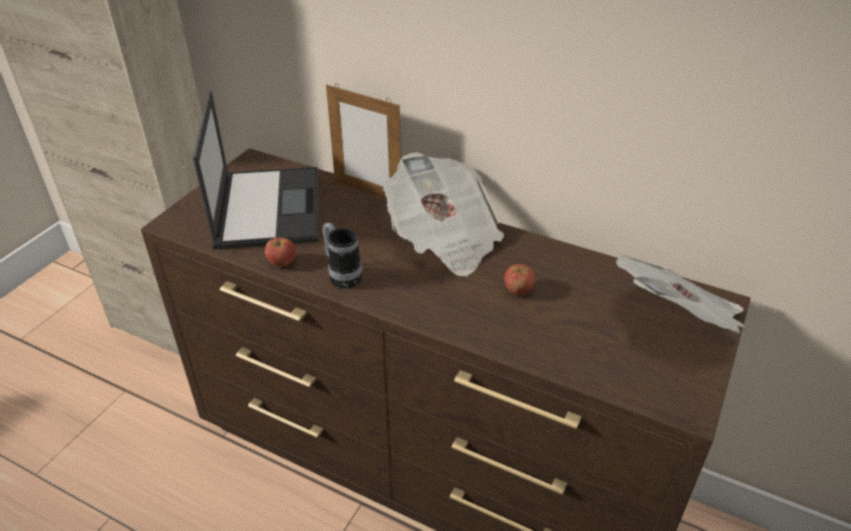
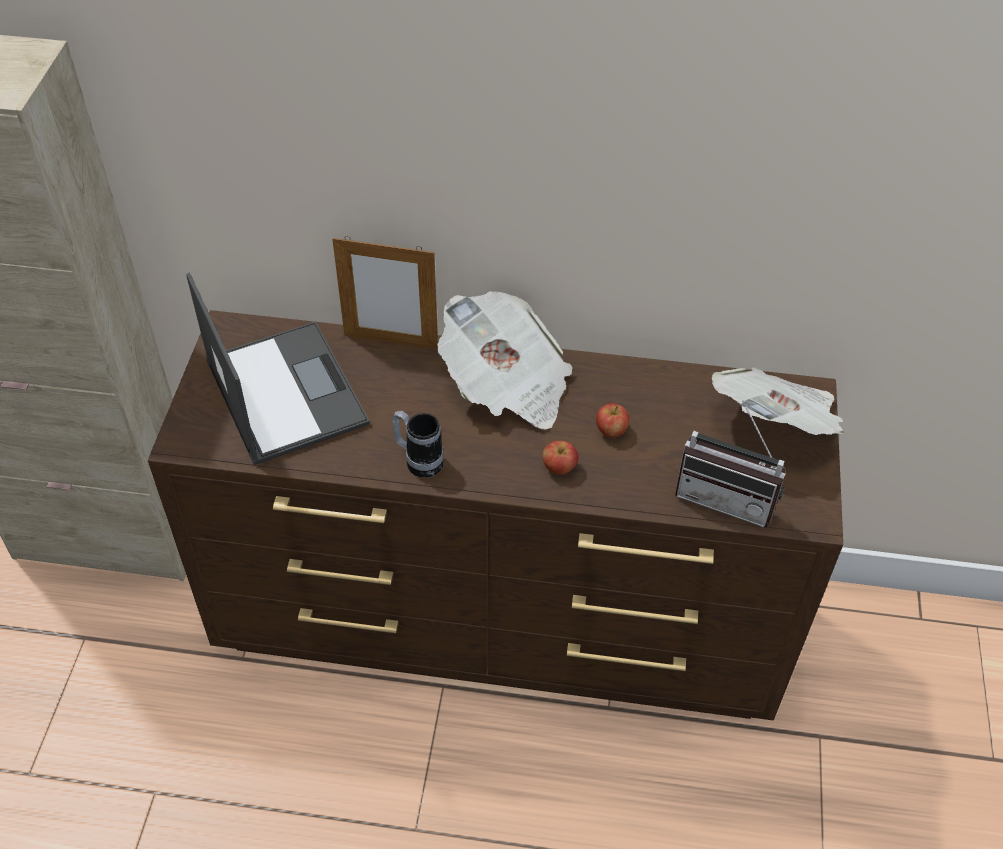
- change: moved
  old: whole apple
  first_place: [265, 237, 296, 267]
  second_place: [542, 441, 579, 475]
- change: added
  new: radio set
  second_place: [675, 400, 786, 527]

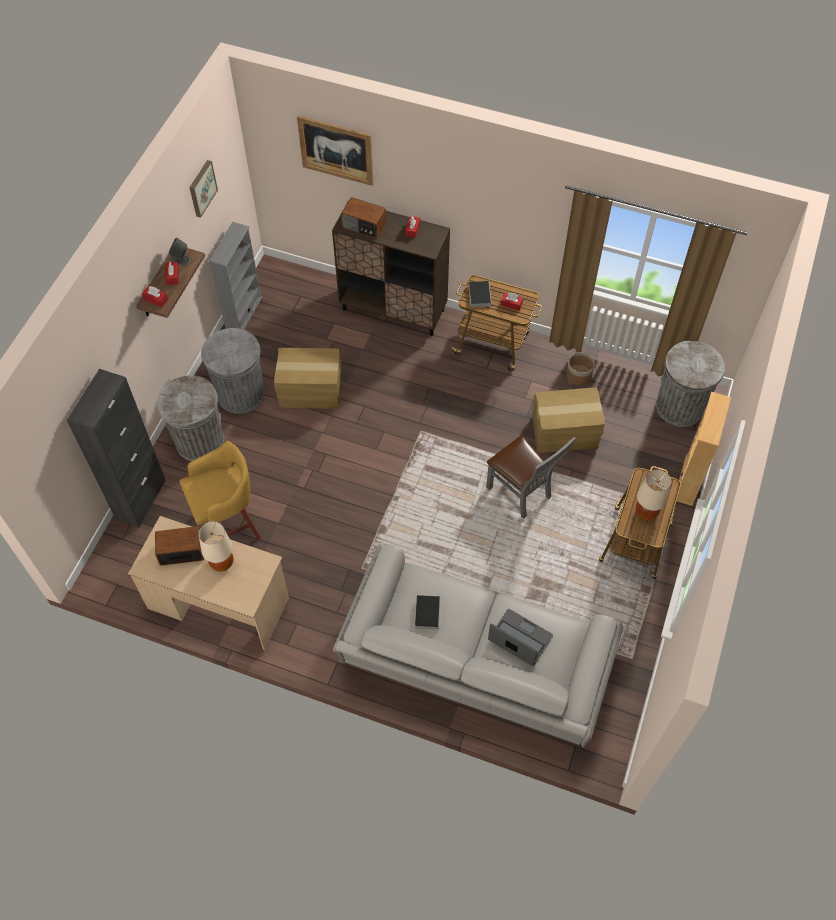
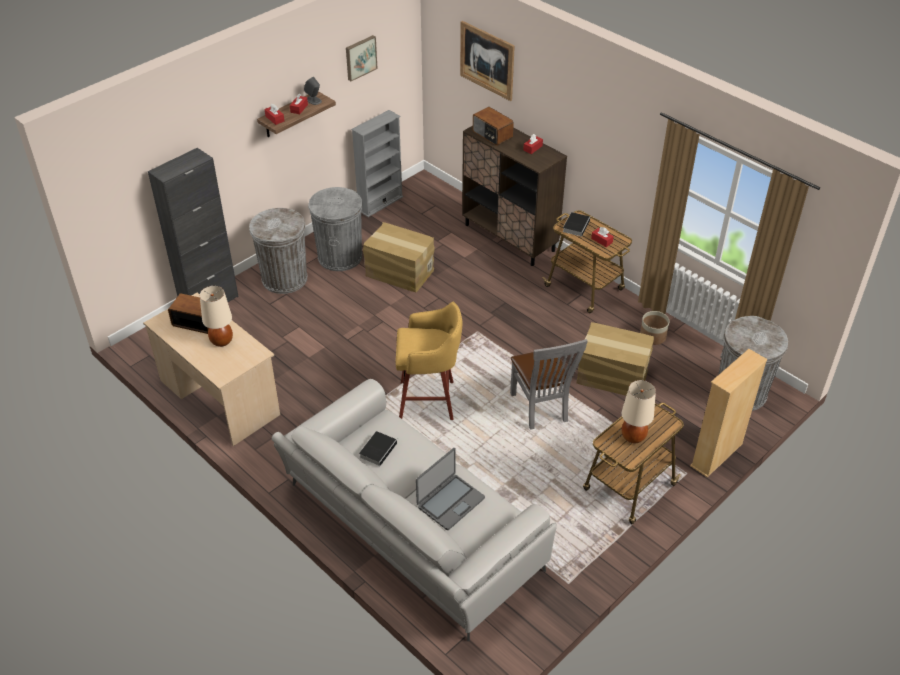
- change: moved
  old: stool seat (yellow)
  first_place: [179, 441, 261, 540]
  second_place: [396, 302, 462, 420]
- change: turned
  old: notebook computer
  first_place: [488, 609, 553, 666]
  second_place: [416, 448, 485, 530]
  degrees: 75

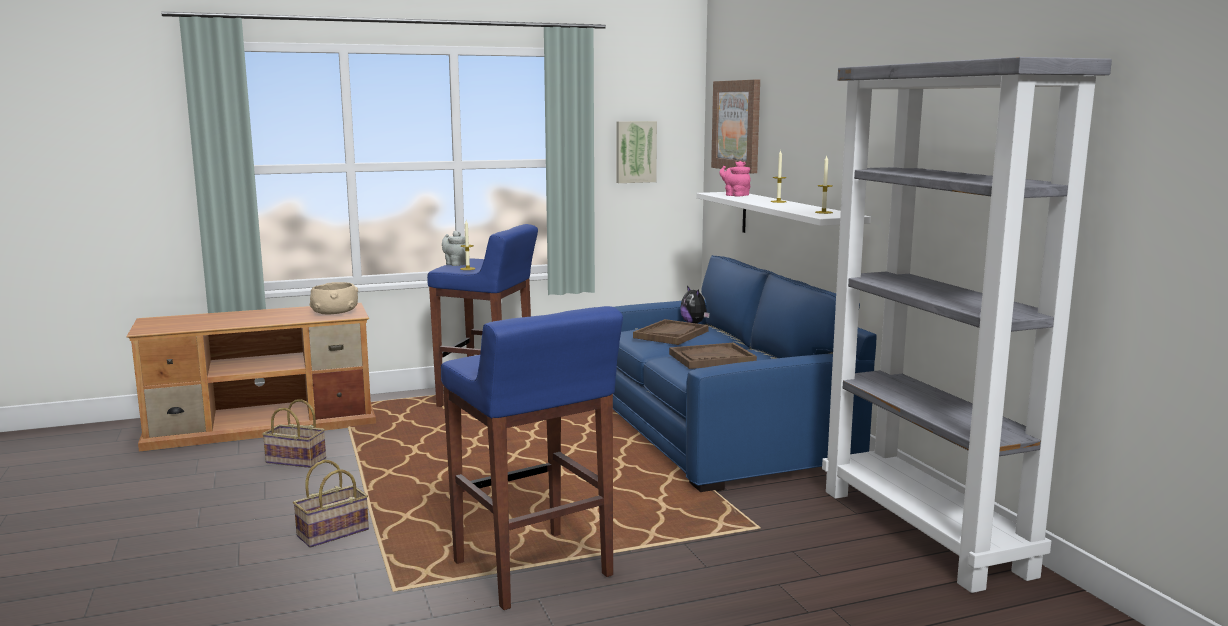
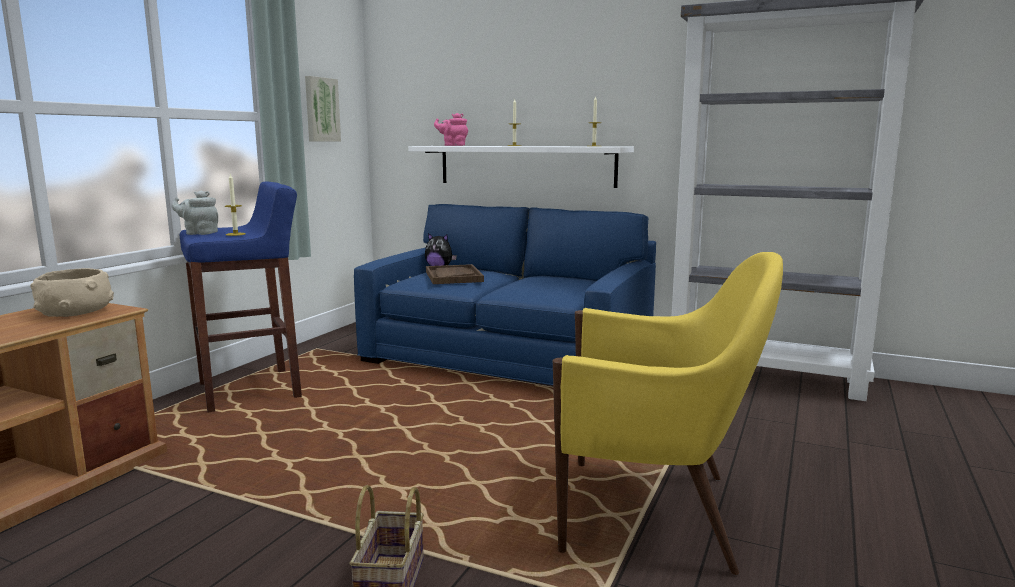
- change: removed
  old: basket
  first_place: [262, 399, 326, 468]
- change: replaced
  old: stool seat (blue-coloured)
  new: armchair (yellow)
  first_place: [441, 306, 623, 610]
  second_place: [553, 252, 783, 575]
- change: removed
  old: serving tray (brown)
  first_place: [669, 343, 757, 369]
- change: removed
  old: picture
  first_place: [711, 80, 760, 173]

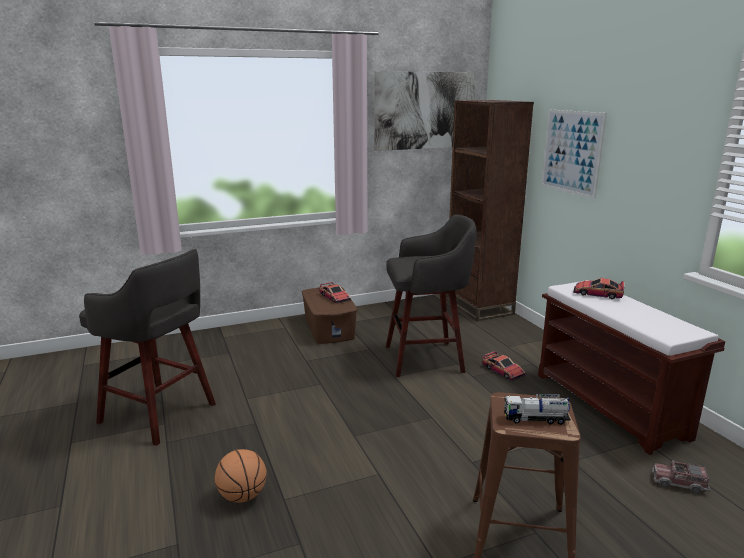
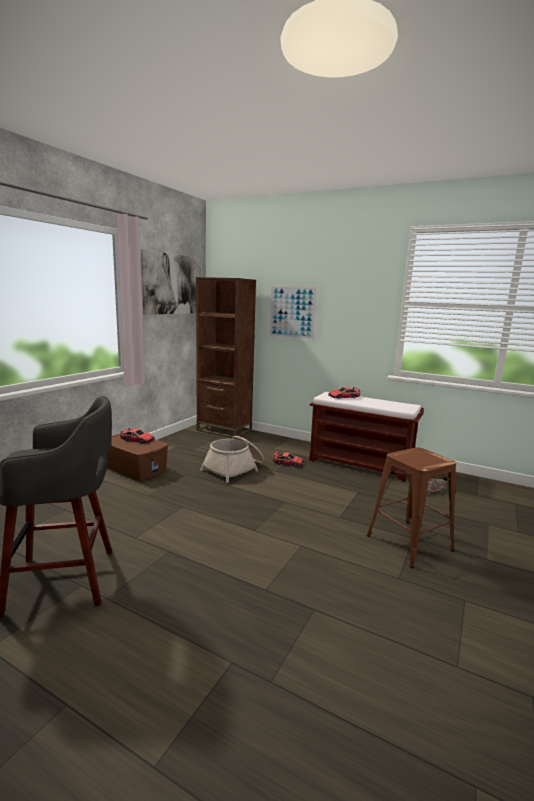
- change: removed
  old: ball for basketball
  first_place: [215, 449, 267, 503]
- change: replaced
  old: stool seat (grey)
  new: basket
  first_place: [386, 215, 477, 377]
  second_place: [200, 436, 264, 483]
- change: removed
  old: model truck
  first_place: [504, 394, 571, 425]

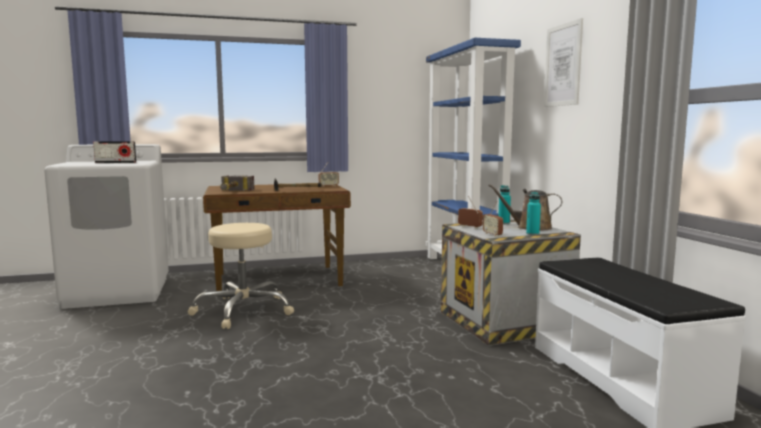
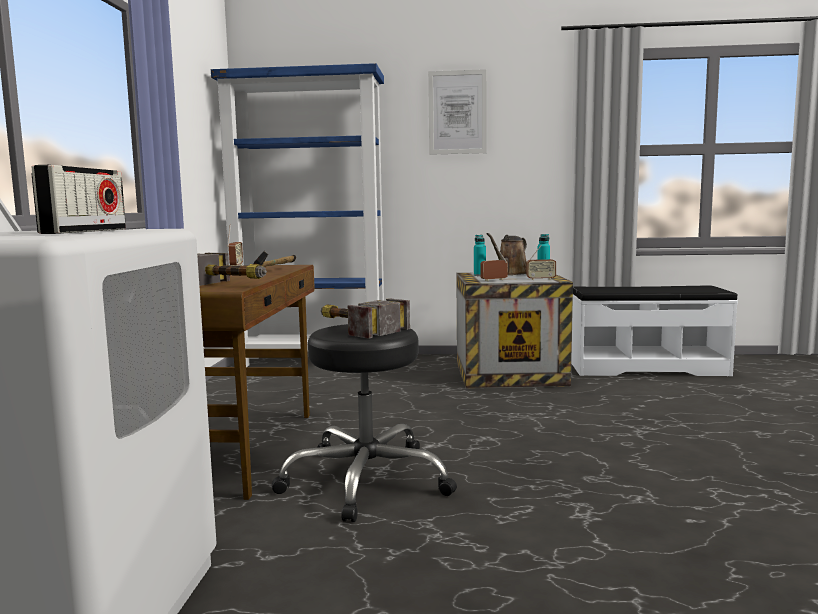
- change: recoloured
  old: stool seat (beige-coloured)
  new: stool seat (black-coloured)
  first_place: [188, 223, 294, 329]
  second_place: [272, 324, 457, 522]
- change: added
  new: hand hammer
  second_place: [321, 298, 410, 339]

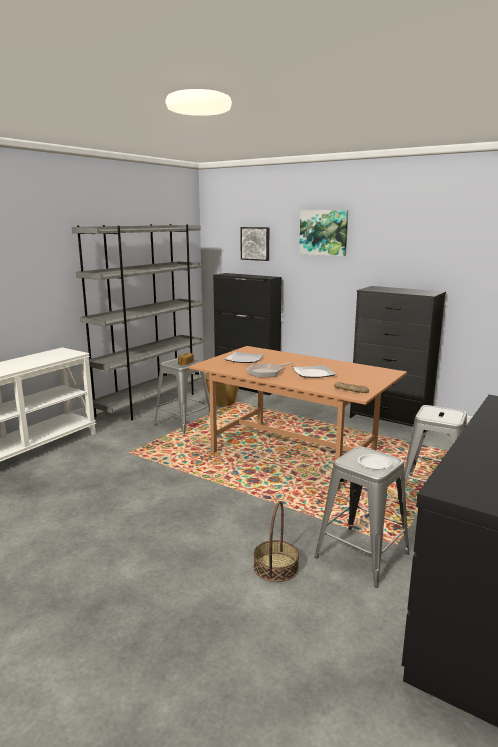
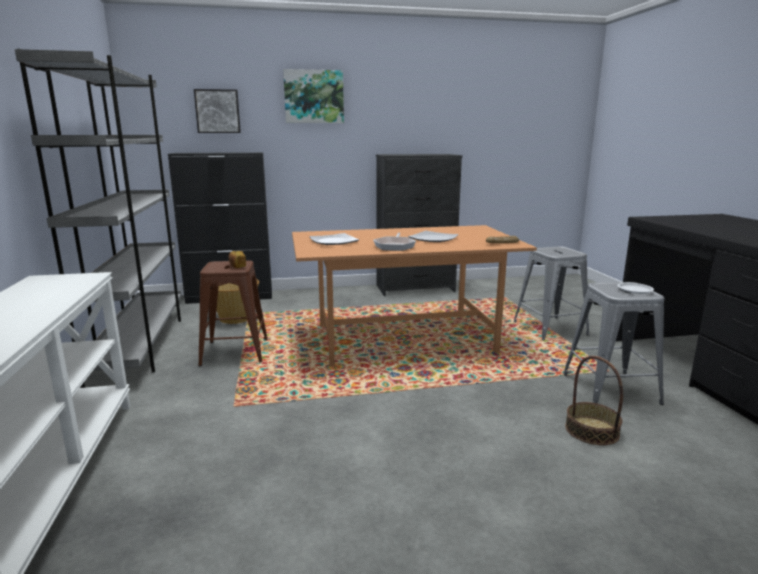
- change: recoloured
  old: stool seat (grey)
  new: stool seat (brown)
  first_place: [154, 358, 210, 435]
  second_place: [198, 260, 267, 366]

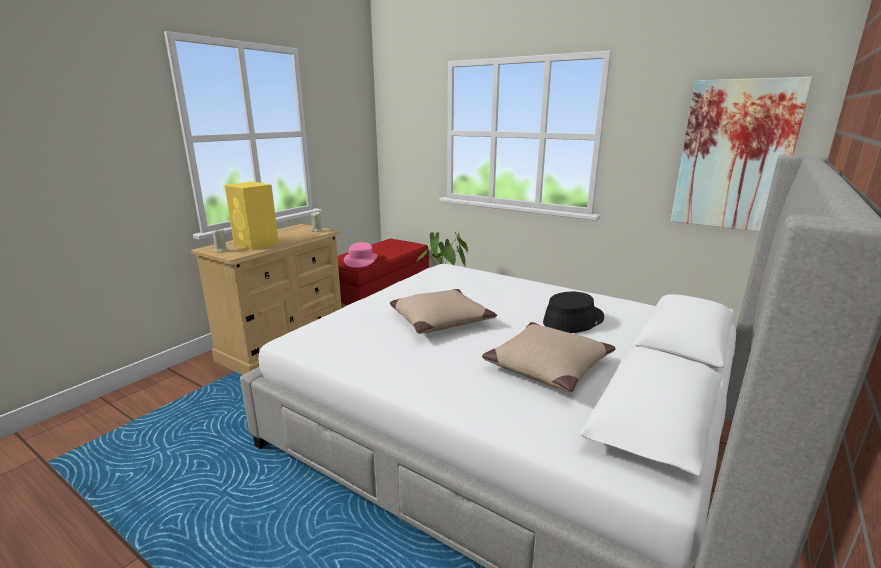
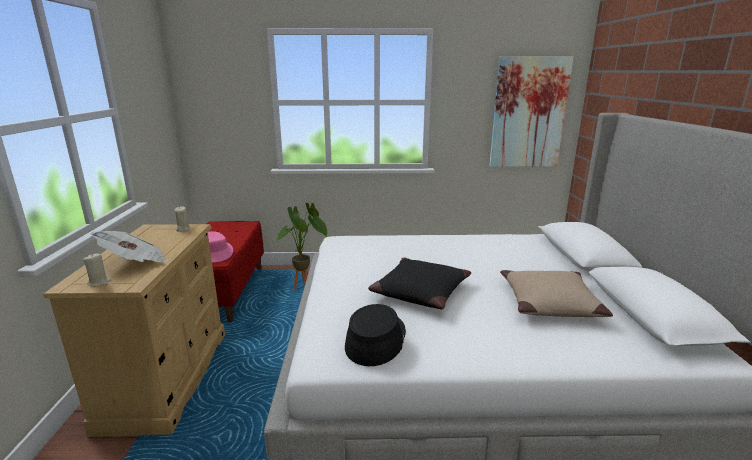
- change: replaced
  old: speaker (yellow)
  new: printed paper
  first_place: [225, 182, 279, 250]
  second_place: [91, 231, 168, 262]
- change: recoloured
  old: pillow (beige-coloured)
  new: pillow (black-coloured)
  first_place: [390, 289, 497, 334]
  second_place: [368, 258, 471, 309]
- change: moved
  old: clothing hat (black-coloured)
  first_place: [543, 292, 604, 333]
  second_place: [345, 304, 406, 366]

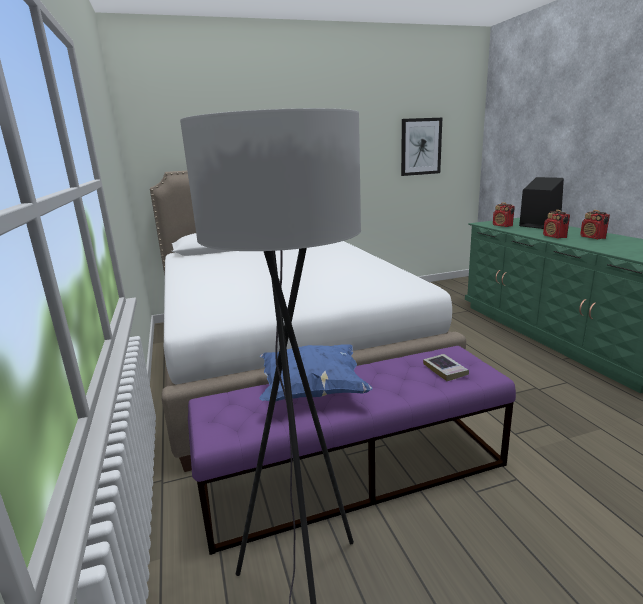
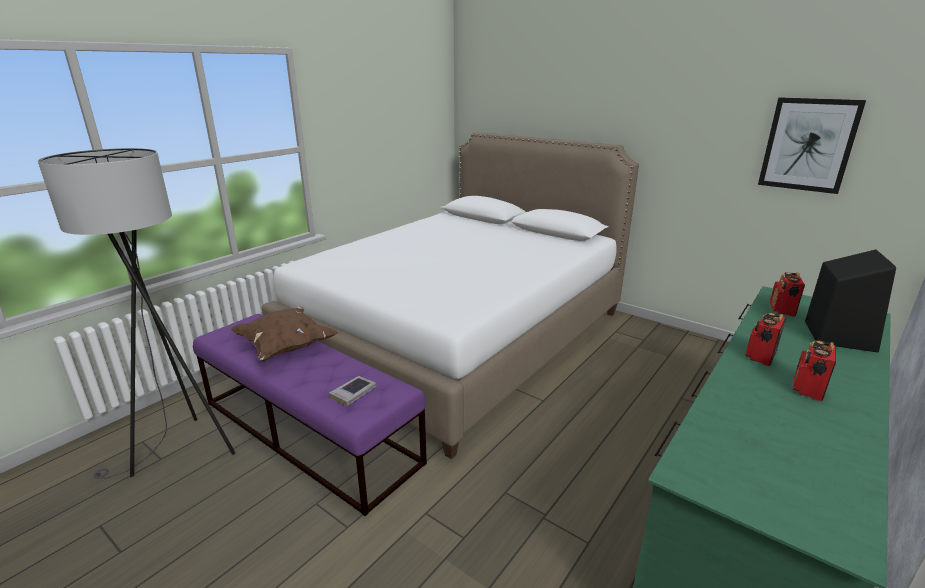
- change: recoloured
  old: pillow (blue-coloured)
  new: pillow (brown)
  first_place: [259, 344, 372, 401]
  second_place: [231, 306, 338, 362]

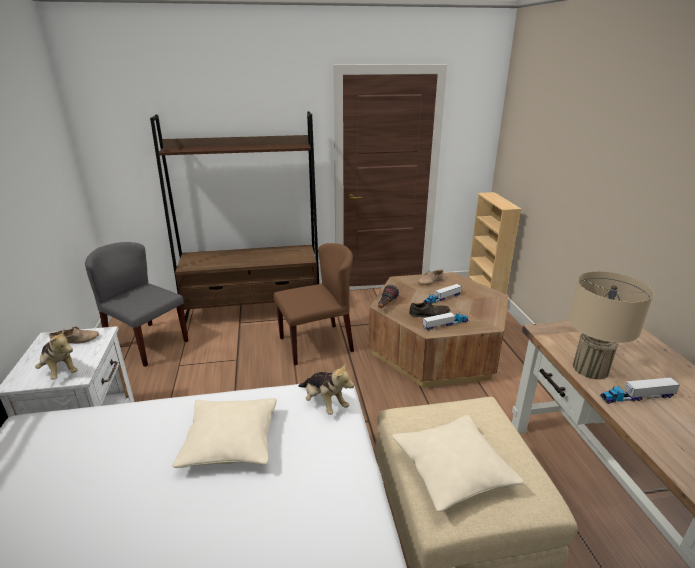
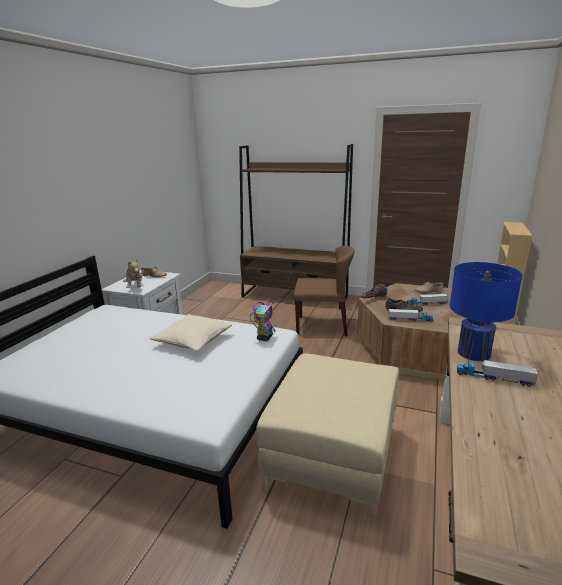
- change: removed
  old: upright chair (grey)
  first_place: [85, 242, 189, 367]
- change: replaced
  old: cuddly toy
  new: toy robot
  first_place: [298, 362, 354, 415]
  second_place: [250, 298, 278, 341]
- change: removed
  old: pillow (beige-coloured)
  first_place: [392, 415, 524, 512]
- change: recoloured
  old: table lamp (beige-coloured)
  new: table lamp (blue-coloured)
  first_place: [568, 272, 654, 380]
  second_place: [450, 262, 523, 361]

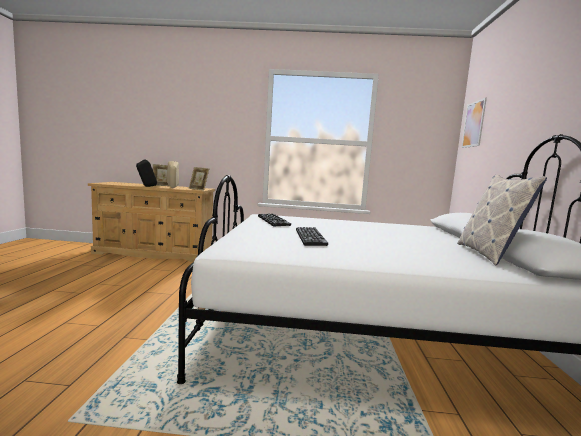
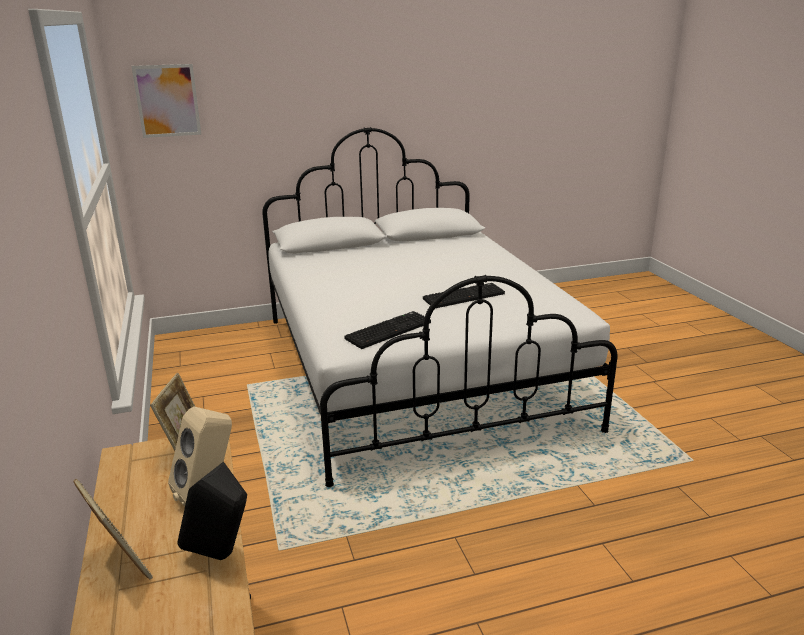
- change: removed
  old: pillow
  first_place: [457, 175, 547, 265]

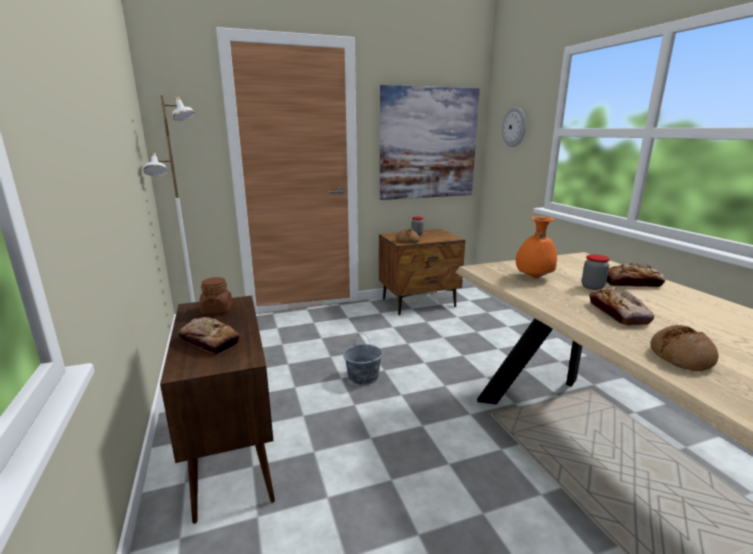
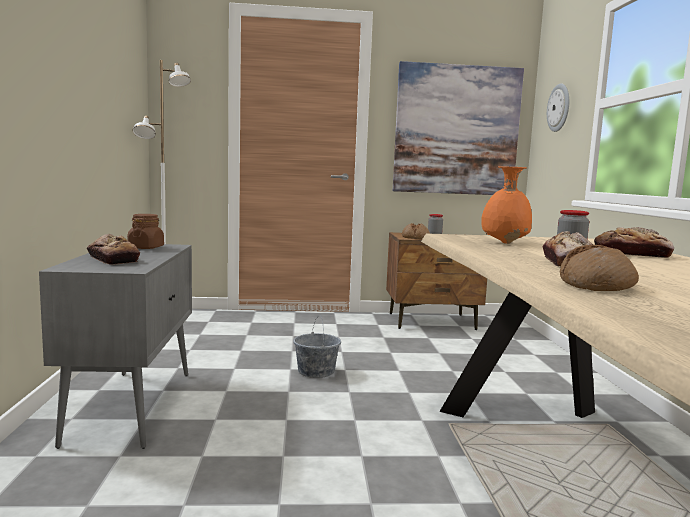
- change: recoloured
  old: cupboard (brown)
  new: cupboard (grey)
  first_place: [160, 296, 275, 524]
  second_place: [39, 244, 192, 449]

